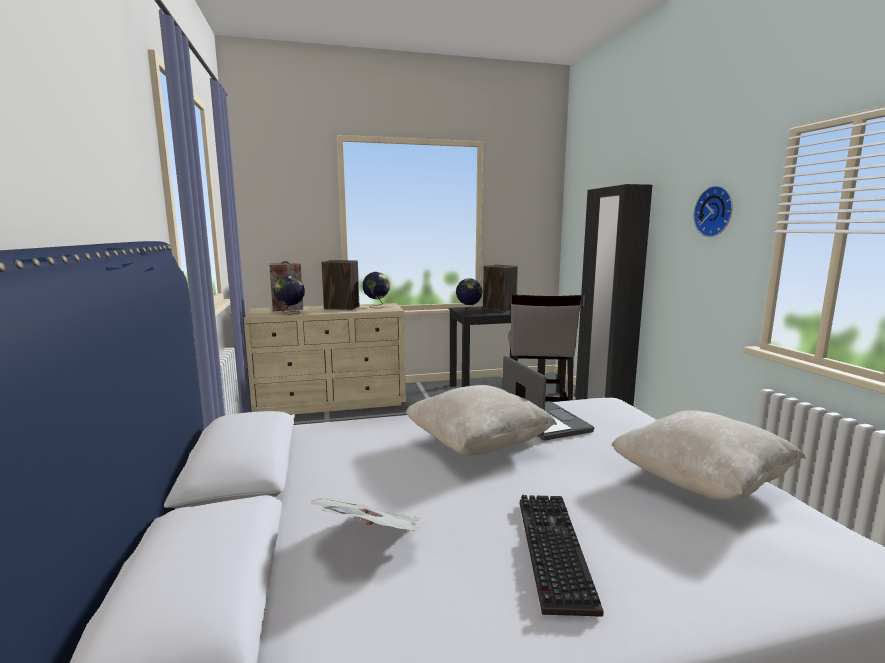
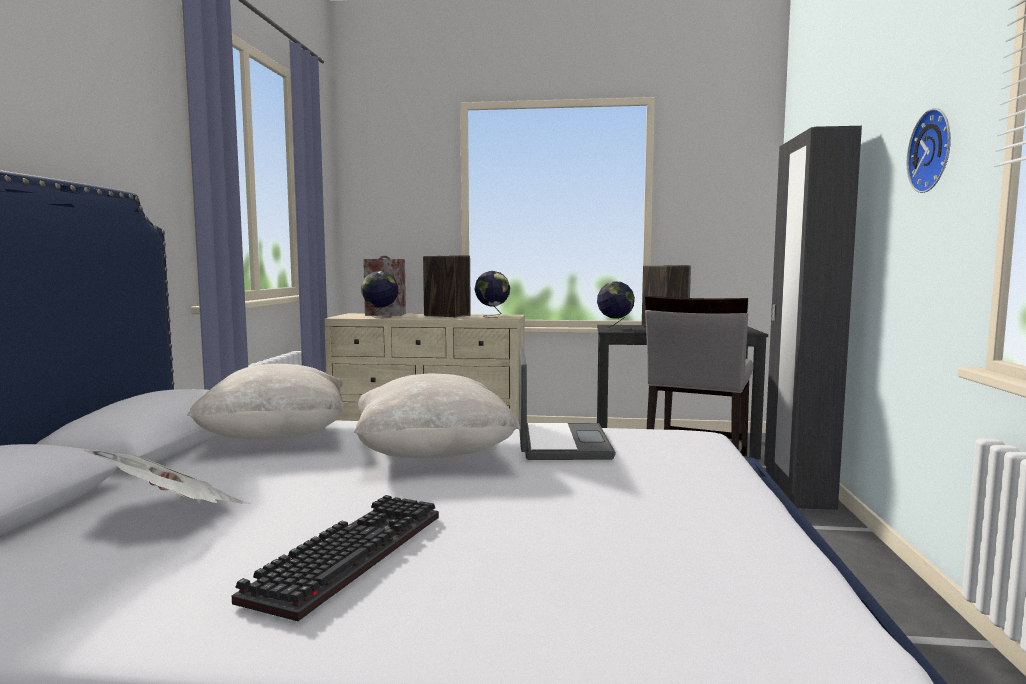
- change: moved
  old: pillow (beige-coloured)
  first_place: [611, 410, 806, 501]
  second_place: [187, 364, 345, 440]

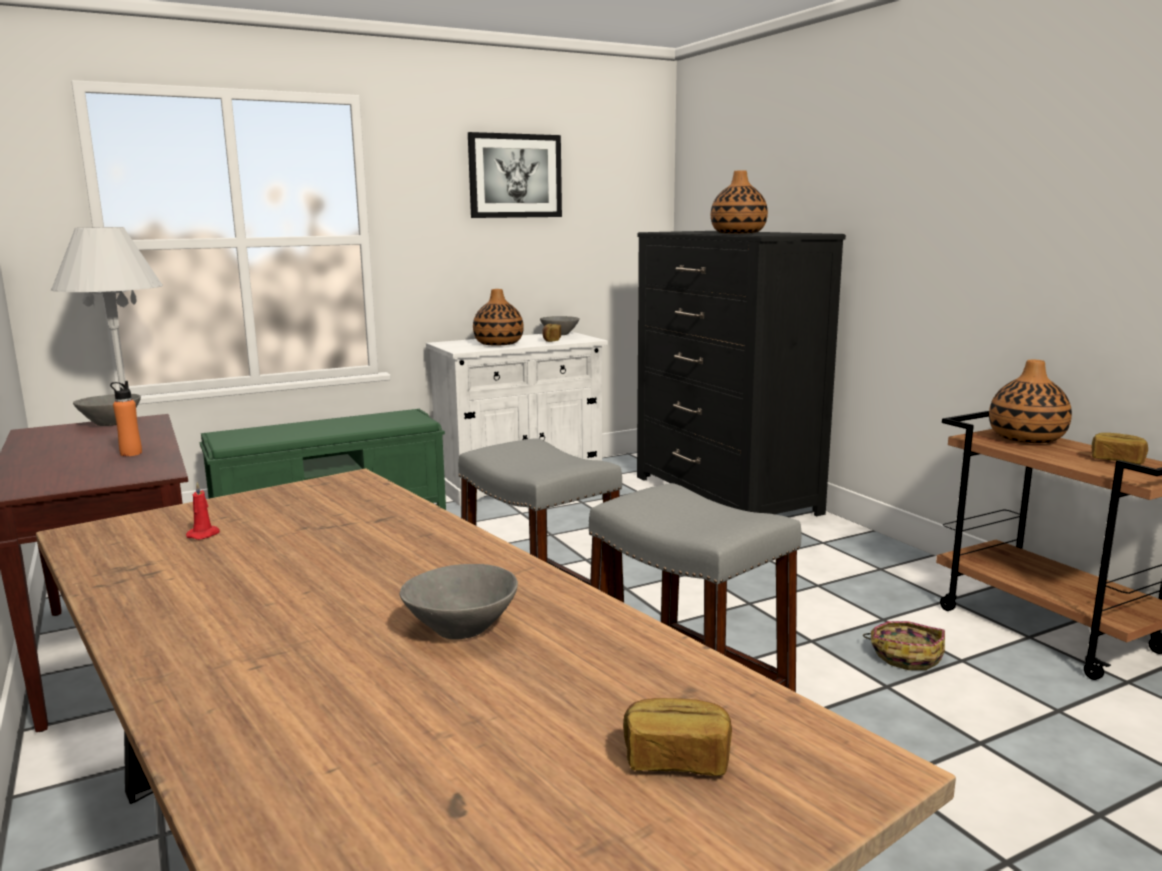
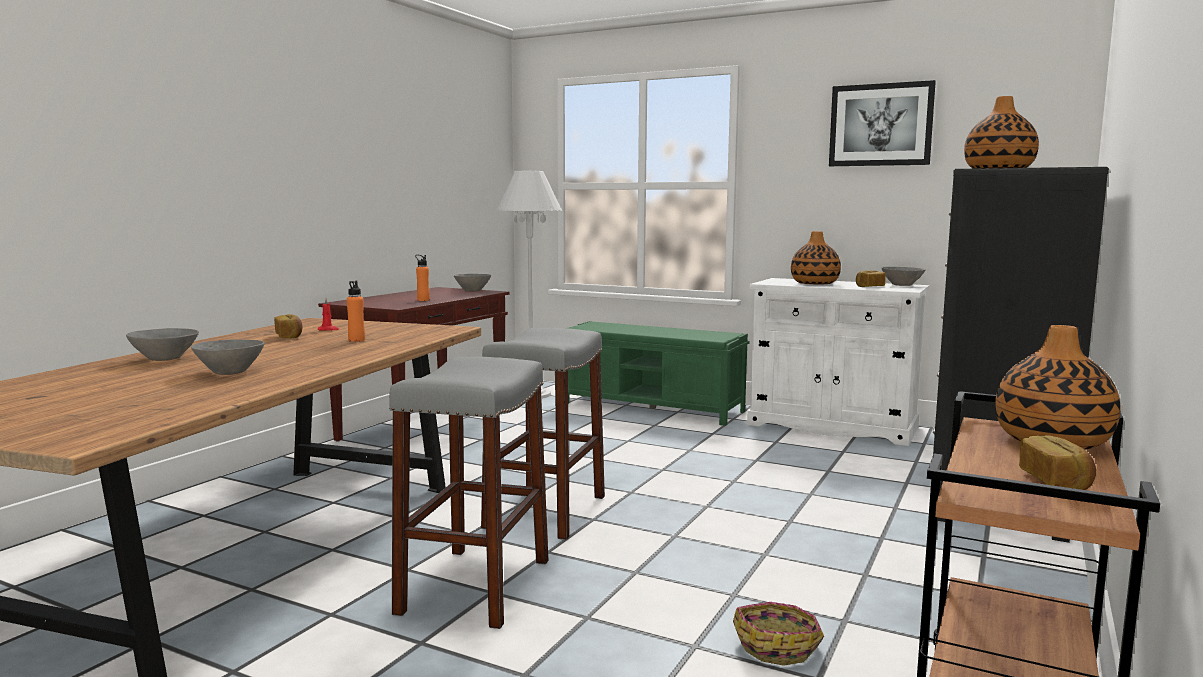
- change: moved
  old: bakery bread
  first_place: [623, 698, 732, 776]
  second_place: [274, 314, 303, 338]
- change: added
  new: serving bowl (grey)
  second_place: [126, 328, 199, 361]
- change: added
  new: beverage bottle (orangey)
  second_place: [346, 281, 365, 342]

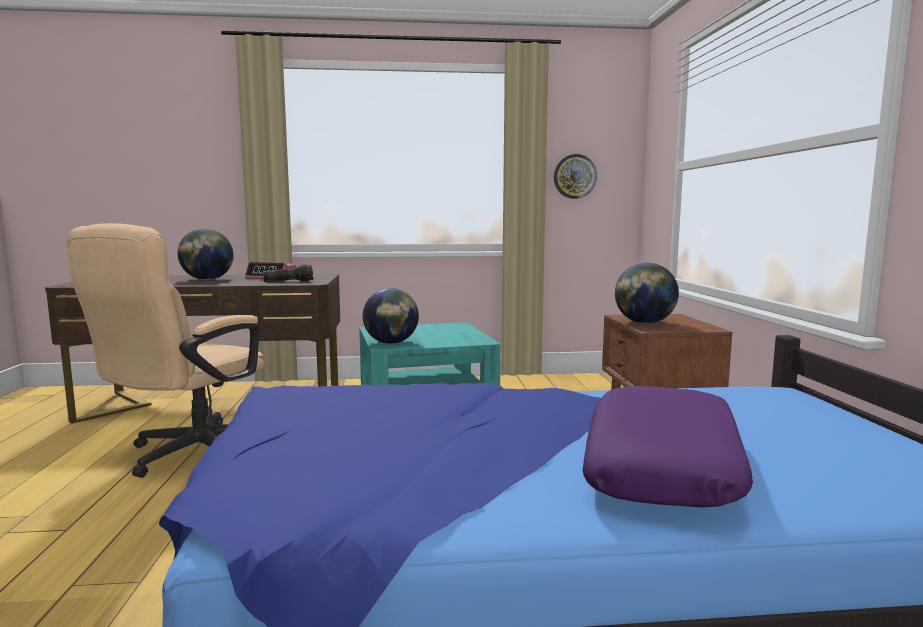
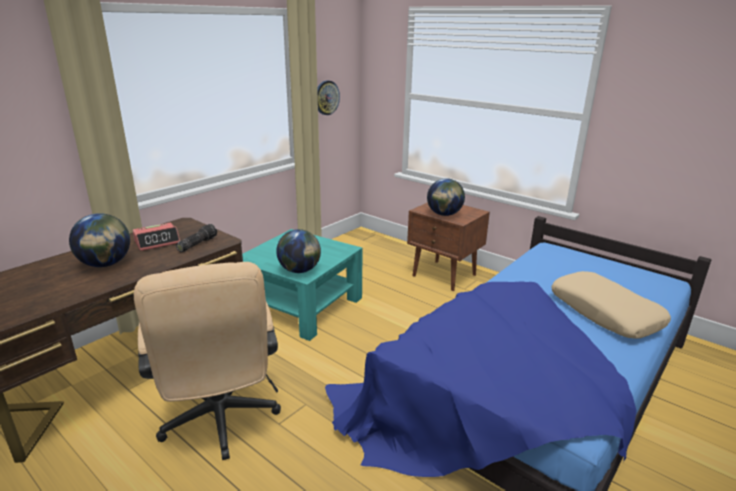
- change: recoloured
  old: pillow (purple)
  new: pillow (beige-coloured)
  first_place: [582, 386, 753, 508]
  second_place: [551, 271, 671, 339]

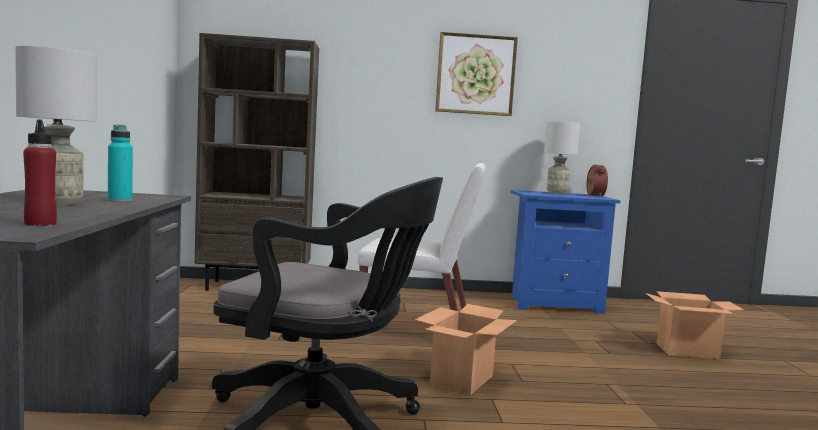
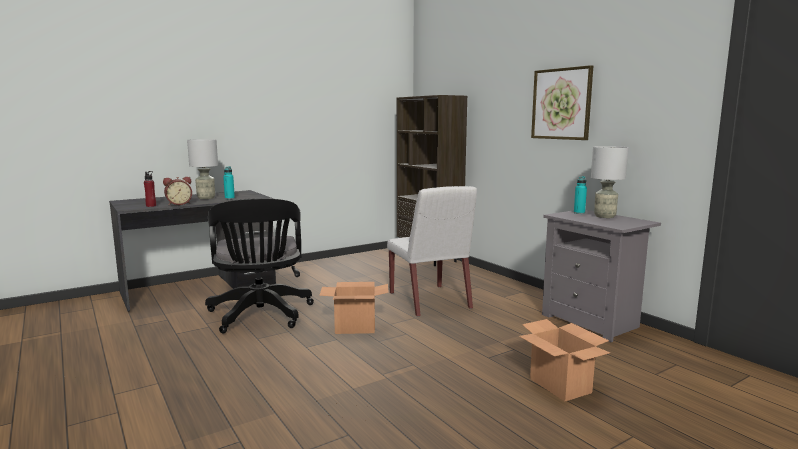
- change: recoloured
  old: bedside table (blue-coloured)
  new: bedside table (grey)
  first_place: [510, 190, 621, 313]
  second_place: [542, 210, 661, 342]
- change: moved
  old: alarm clock
  first_place: [586, 164, 608, 197]
  second_place: [163, 177, 192, 205]
- change: added
  new: beverage bottle (blue-green)
  second_place: [574, 176, 587, 214]

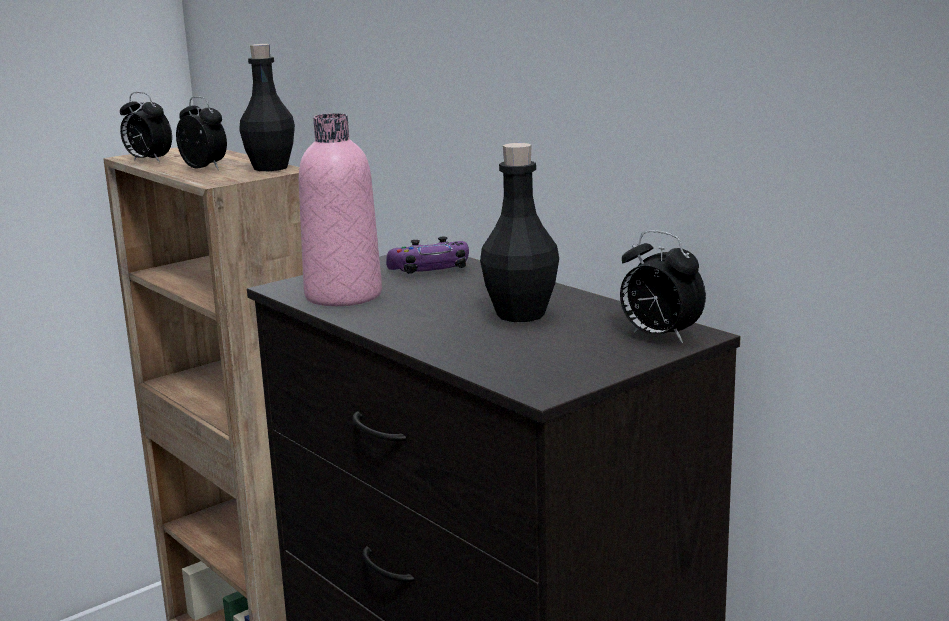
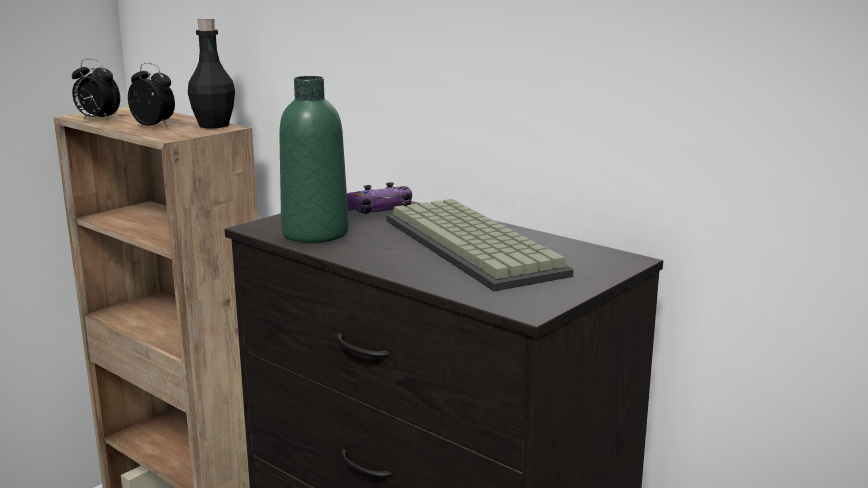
- change: recoloured
  old: beverage bottle (pinkish)
  new: beverage bottle (greenish)
  first_place: [299, 113, 382, 307]
  second_place: [279, 76, 349, 243]
- change: replaced
  old: beverage bottle (black-coloured)
  new: PC keyboard
  first_place: [480, 143, 559, 322]
  second_place: [386, 199, 574, 291]
- change: removed
  old: alarm clock
  first_place: [620, 230, 706, 343]

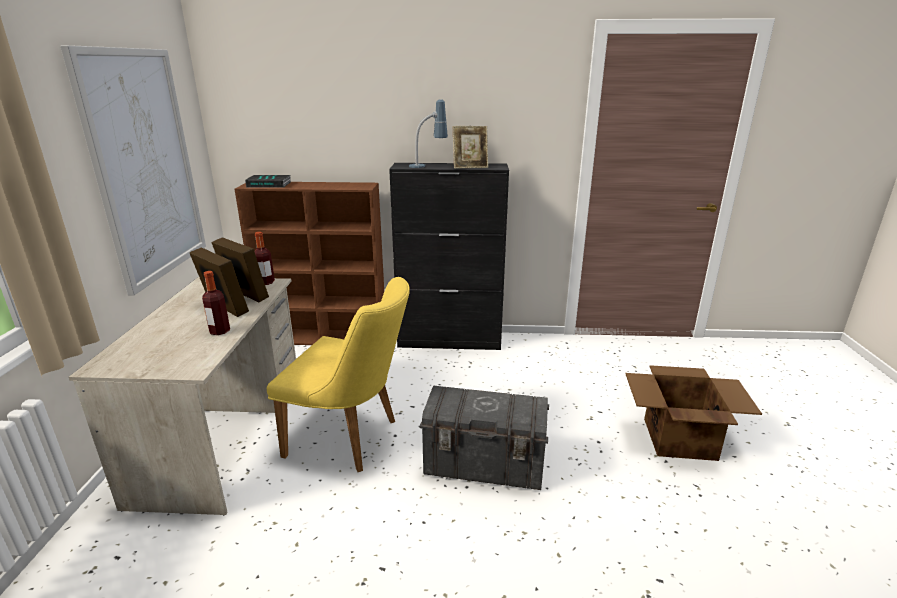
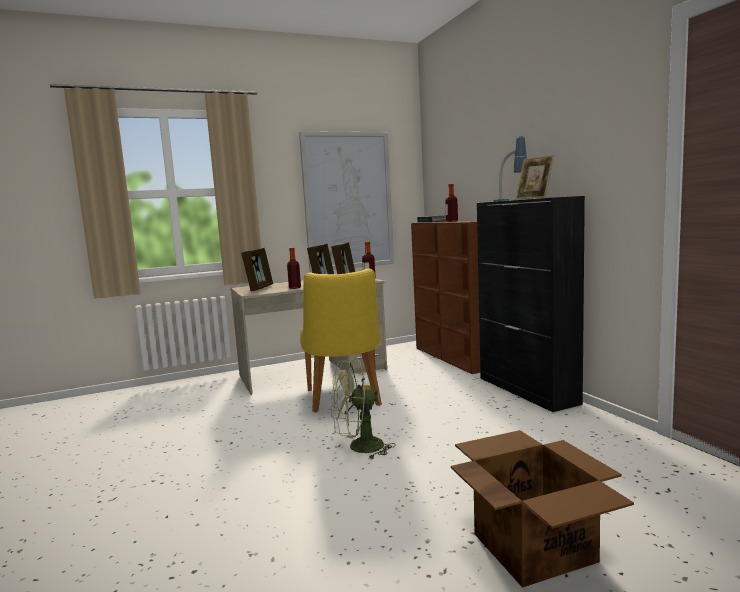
- change: replaced
  old: storage container (grey)
  new: cooling fan (greenish)
  first_place: [419, 386, 549, 490]
  second_place: [331, 359, 395, 459]
- change: added
  new: picture frame
  second_place: [241, 248, 273, 291]
- change: added
  new: beverage bottle
  second_place: [445, 184, 458, 222]

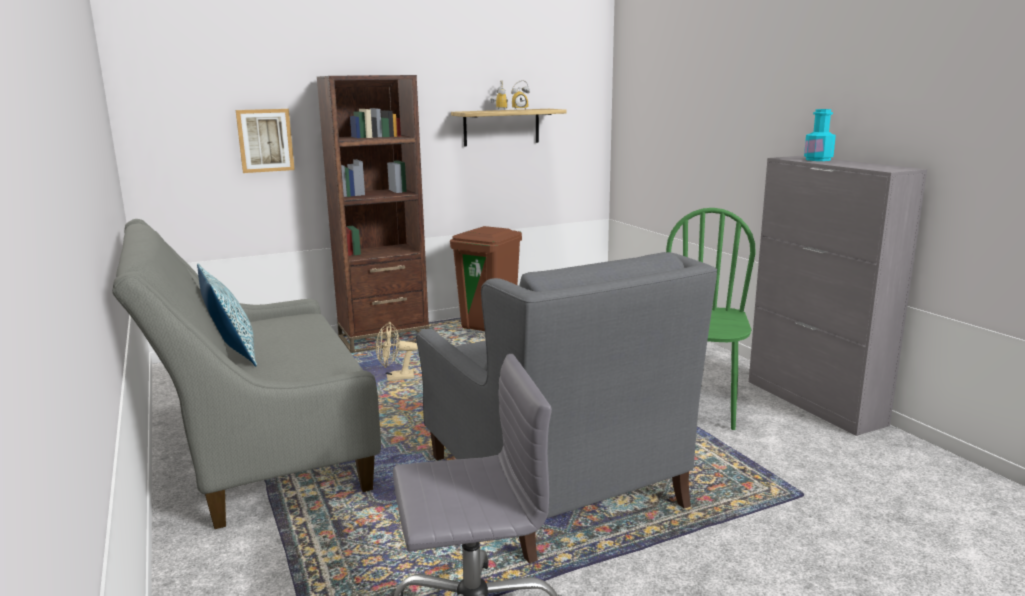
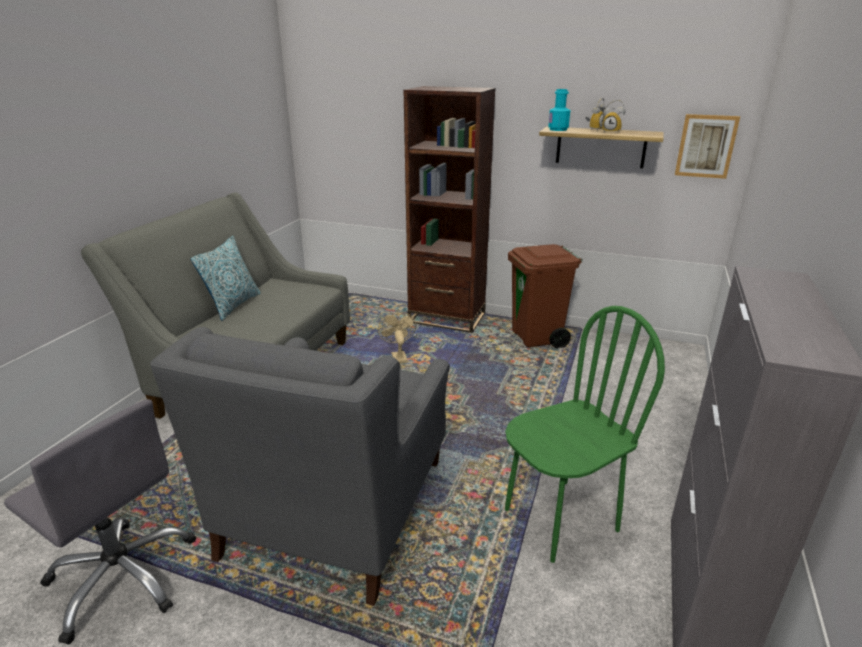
- change: moved
  old: picture
  first_place: [236, 109, 295, 173]
  second_place: [675, 114, 740, 179]
- change: turned
  old: cooling fan (beige-coloured)
  first_place: [376, 322, 418, 381]
  second_place: [378, 312, 416, 363]
  degrees: 45
- change: moved
  old: beverage bottle (blue-green)
  first_place: [804, 109, 836, 161]
  second_place: [548, 89, 570, 131]

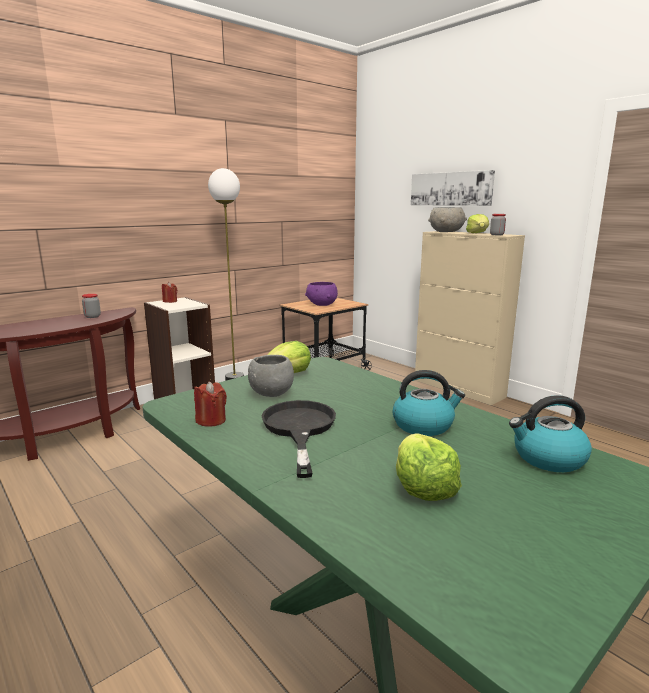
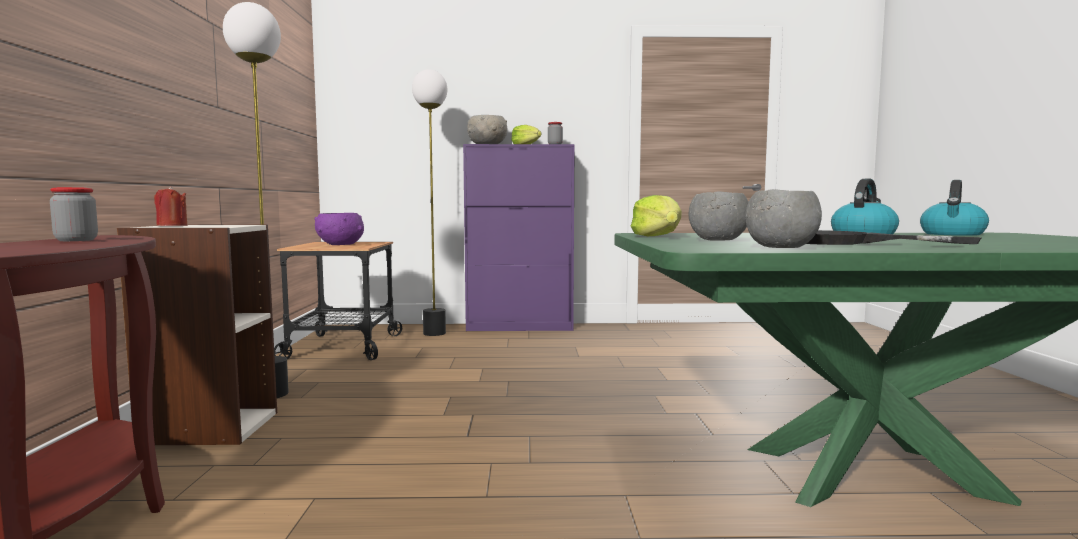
- change: replaced
  old: wax light (red)
  new: serving bowl (grey)
  first_place: [194, 382, 227, 427]
  second_place: [745, 189, 822, 248]
- change: removed
  old: lettuce head
  first_place: [396, 433, 462, 501]
- change: removed
  old: picture
  first_place: [411, 170, 495, 206]
- change: recoloured
  old: cupboard (beige-coloured)
  new: cupboard (purple)
  first_place: [415, 231, 525, 405]
  second_place: [463, 144, 575, 331]
- change: added
  new: standing lamp
  second_place: [412, 69, 447, 336]

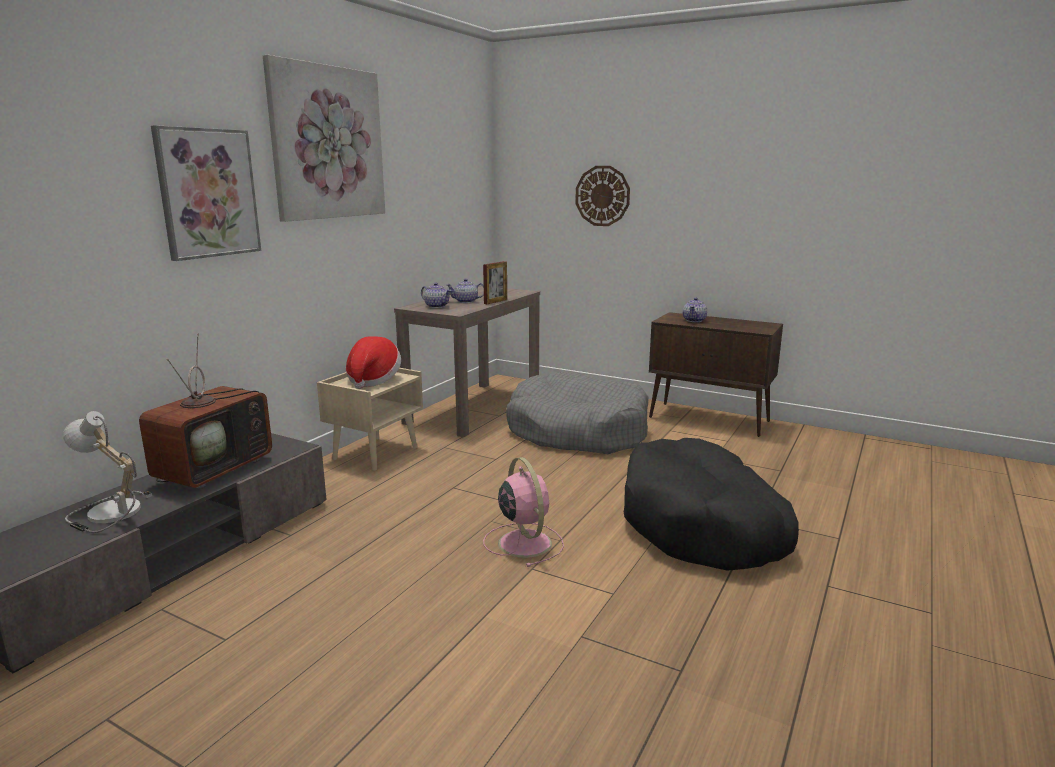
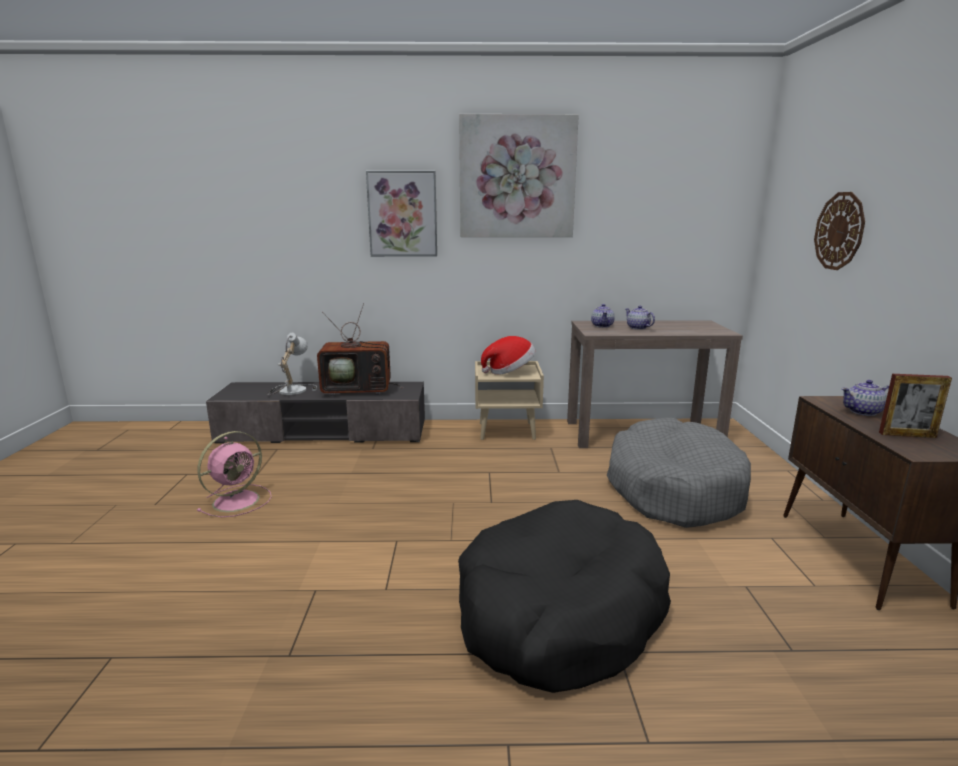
- change: moved
  old: picture frame
  first_place: [483, 261, 507, 304]
  second_place: [879, 374, 952, 438]
- change: moved
  old: cooling fan (pinkish)
  first_place: [483, 457, 564, 567]
  second_place: [197, 431, 272, 517]

